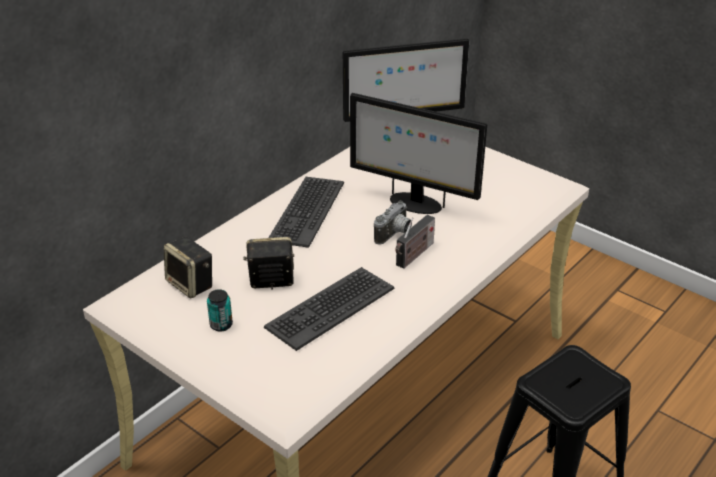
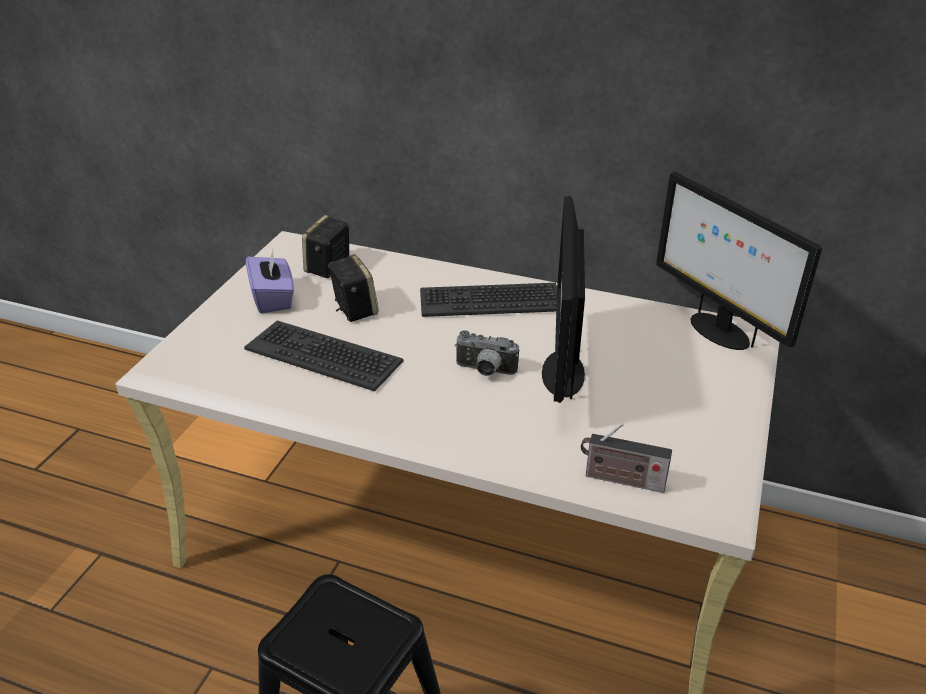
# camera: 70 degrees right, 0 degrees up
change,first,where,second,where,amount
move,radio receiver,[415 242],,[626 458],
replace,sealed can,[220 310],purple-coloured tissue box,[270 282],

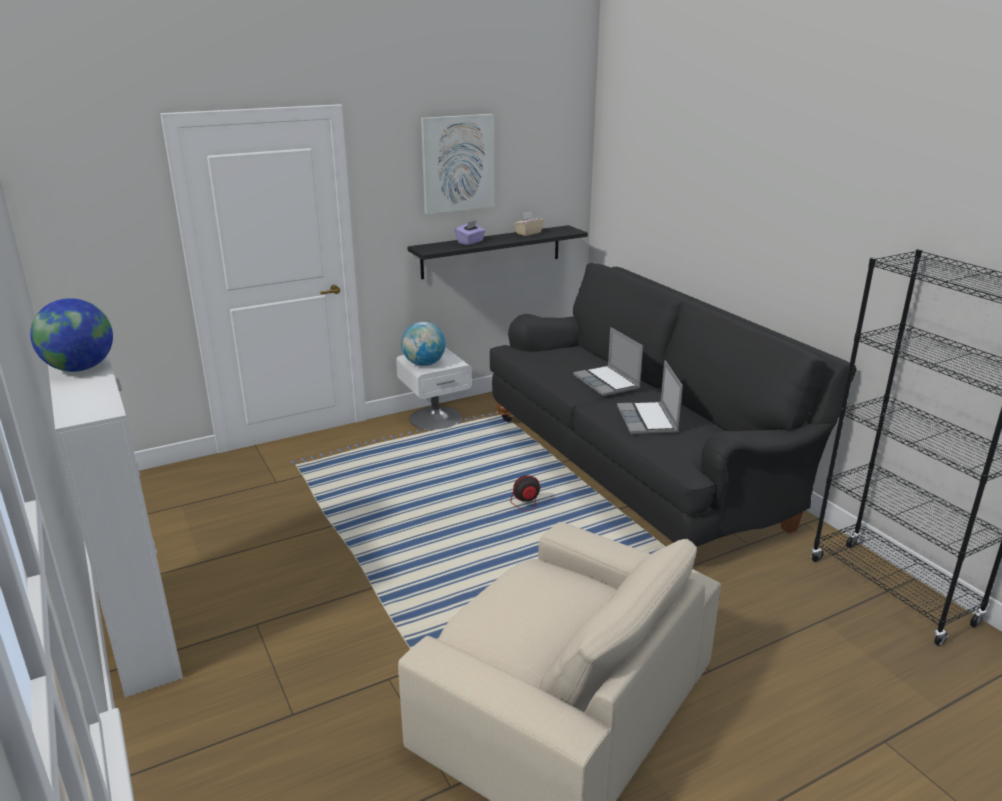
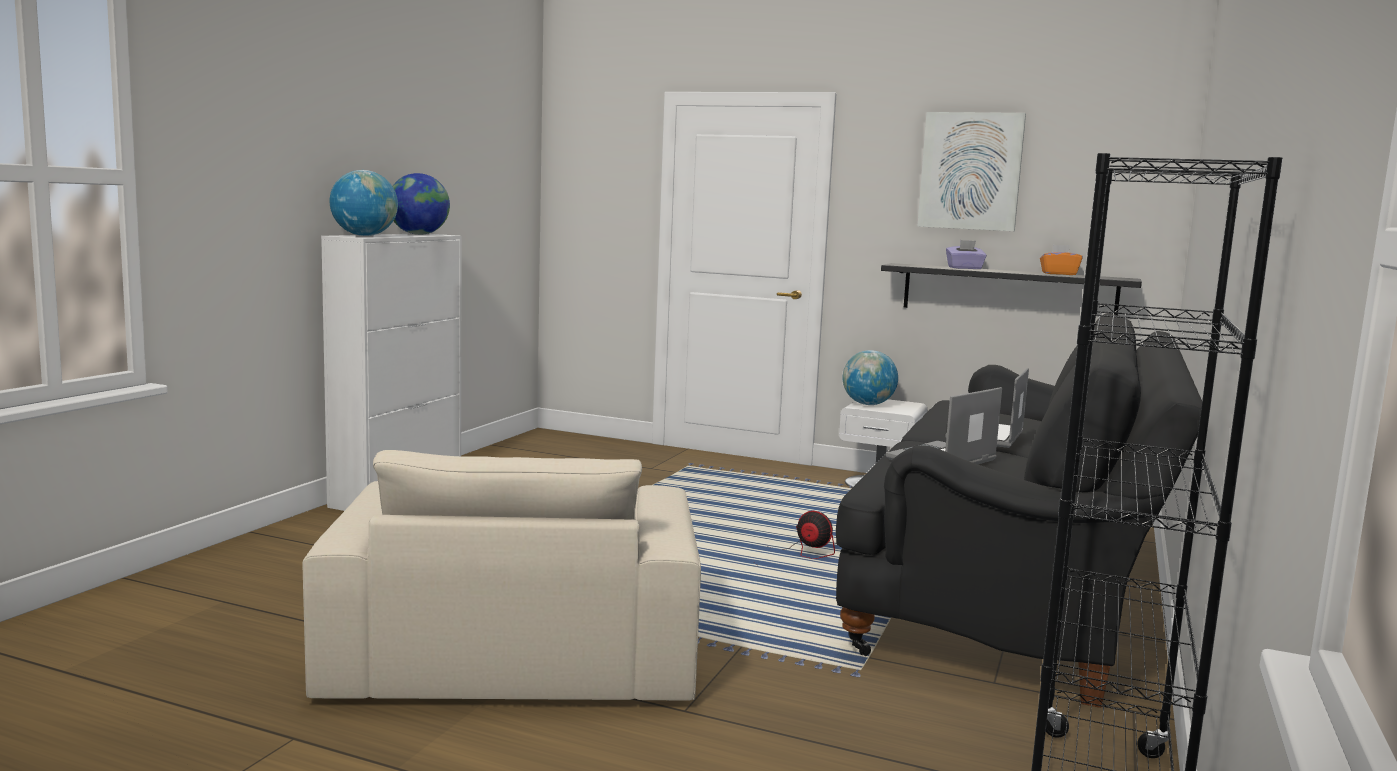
# camera: 50 degrees right, 15 degrees down
change,first,where,second,where,amount
insert,,,world globe,[363 203],
recolor,sand-coloured tissue box,[529 223],orange-coloured tissue box,[1061 260],

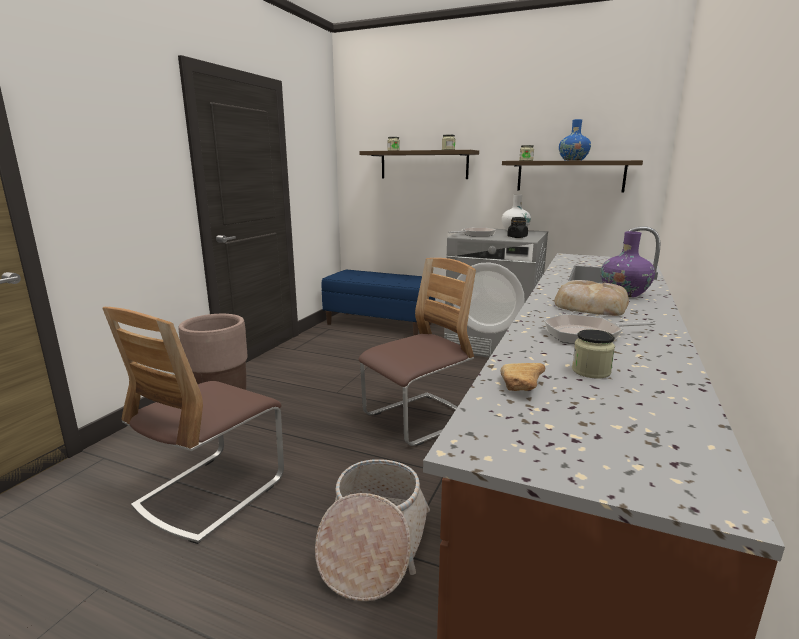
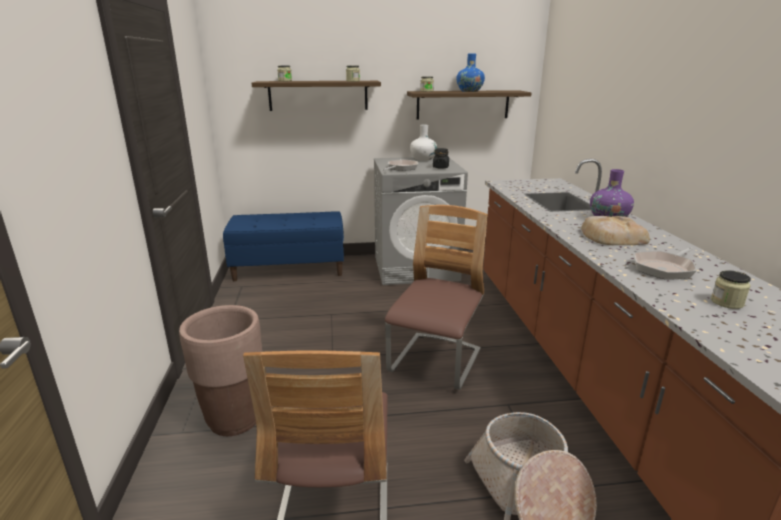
# camera: 30 degrees left, 5 degrees up
change,first,where,second,where,amount
delete,bakery bread,[523 377],,,

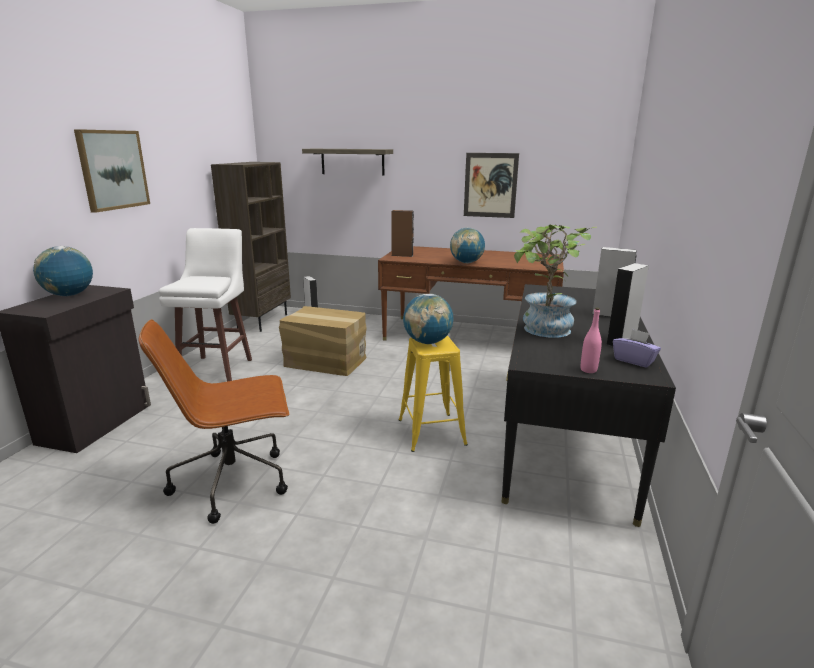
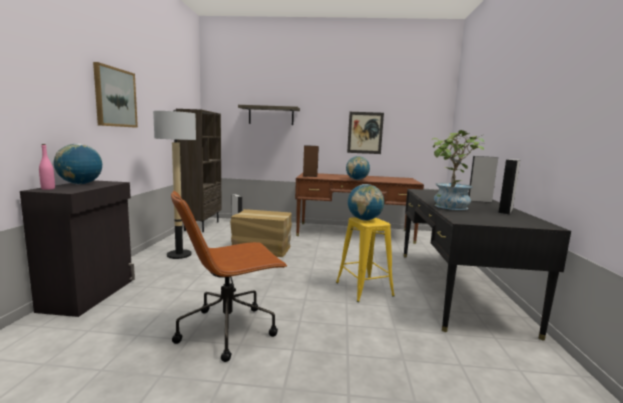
# camera: 10 degrees left, 10 degrees down
change,first,where,second,where,amount
delete,purple-coloured tissue box,[637 348],,,
move,pink beverage bottle,[591 340],,[47 167],
replace,whitish stool seat,[205 304],standard lamp,[174 184],

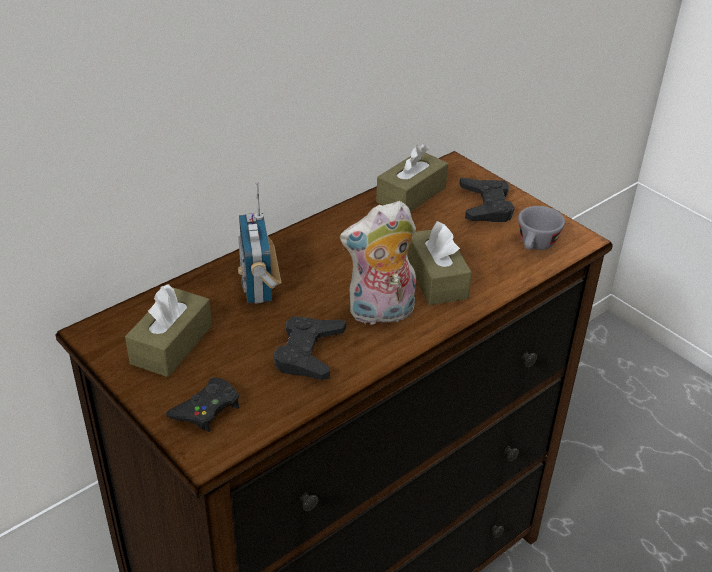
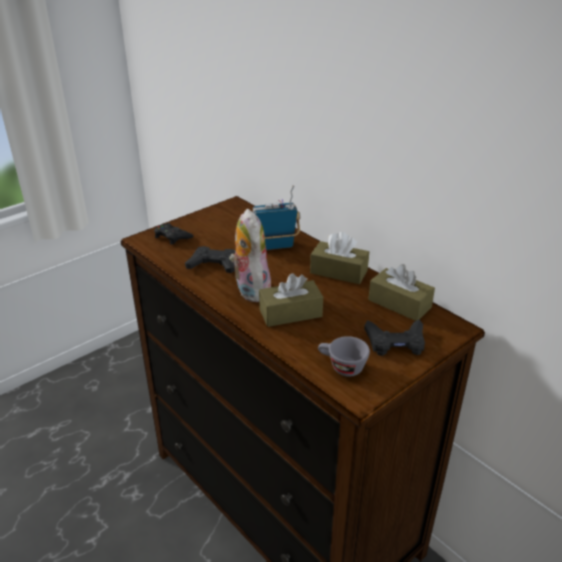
# camera: 90 degrees right, 5 degrees down
change,first,where,second,where,amount
move,brownish tissue box,[168 330],,[339 258],

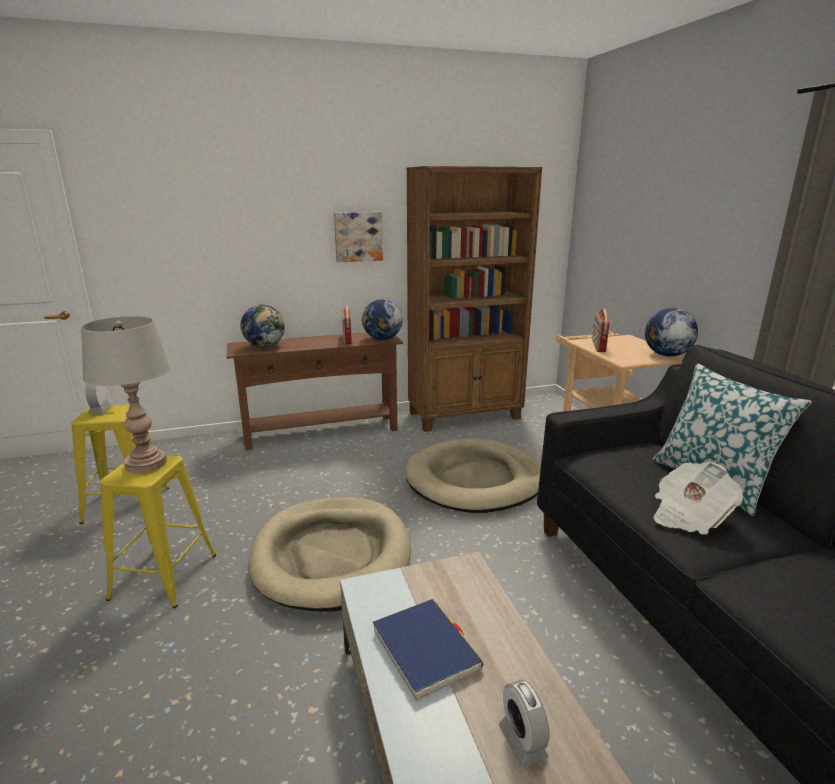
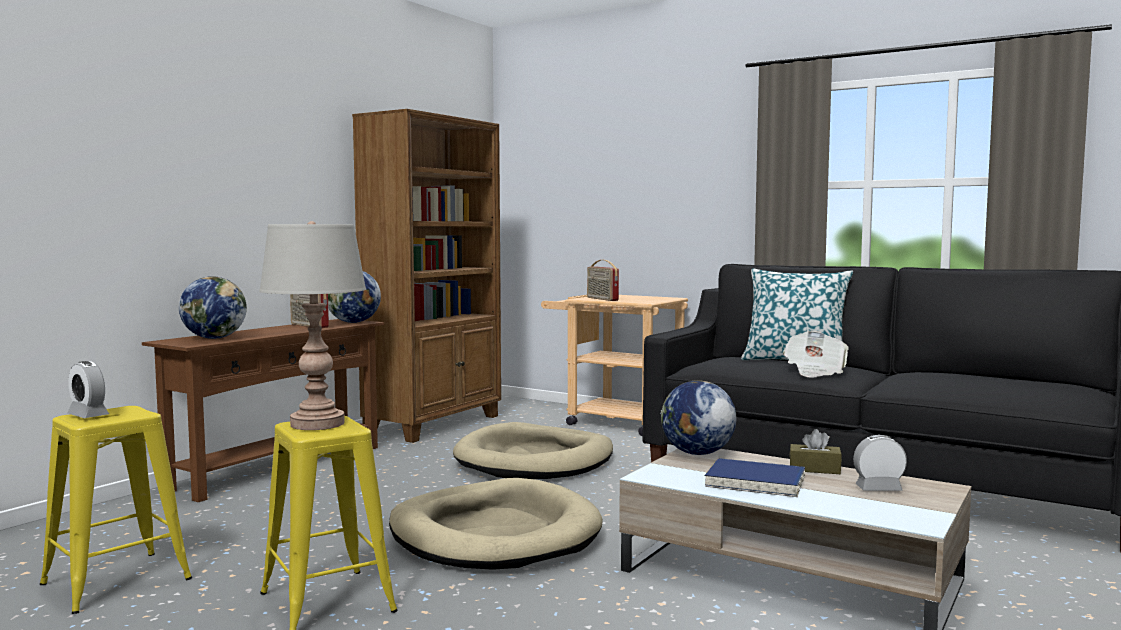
# camera: 40 degrees left, 15 degrees down
change,first,where,second,where,amount
delete,wall picture,[358 237],,,
insert,,,brownish tissue box,[815 451],
move,world globe,[671 332],,[698 417],
rotate,bedside clock,[524 723],,[880 463],150 degrees clockwise

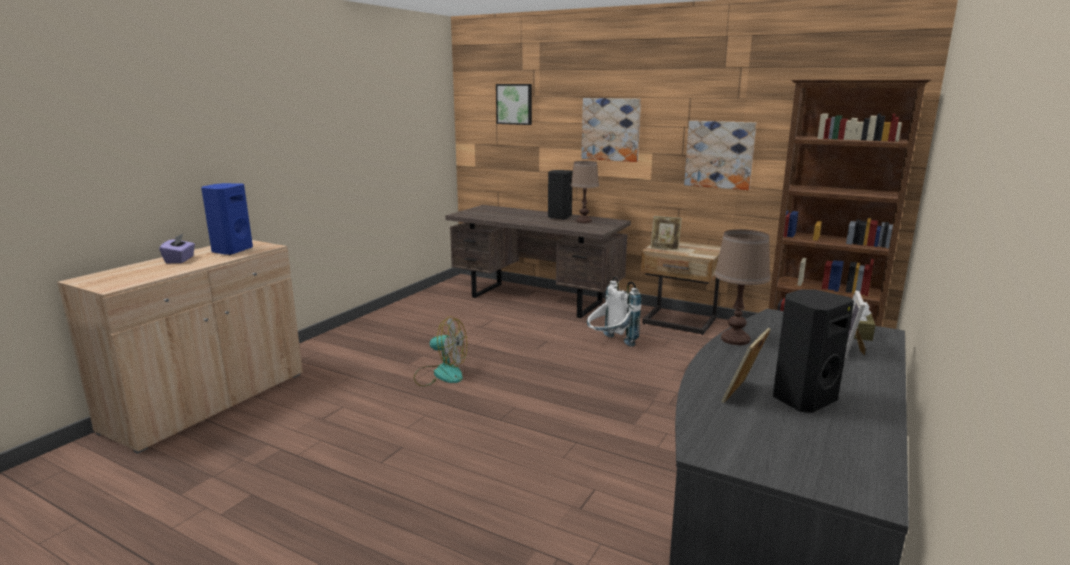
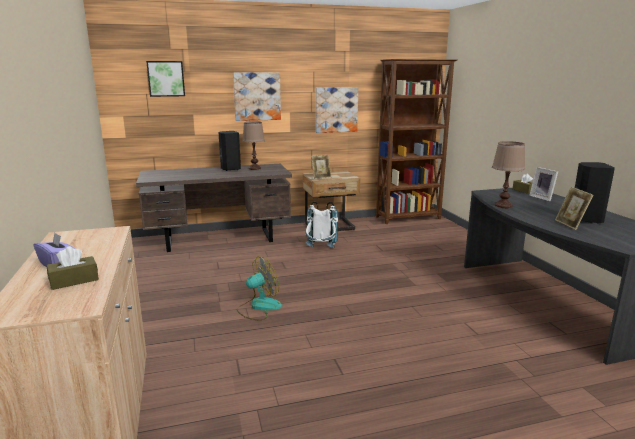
# camera: 45 degrees left, 0 degrees up
change,first,where,second,where,amount
delete,blue loudspeaker,[227 219],,,
insert,,,brownish tissue box,[72 268],

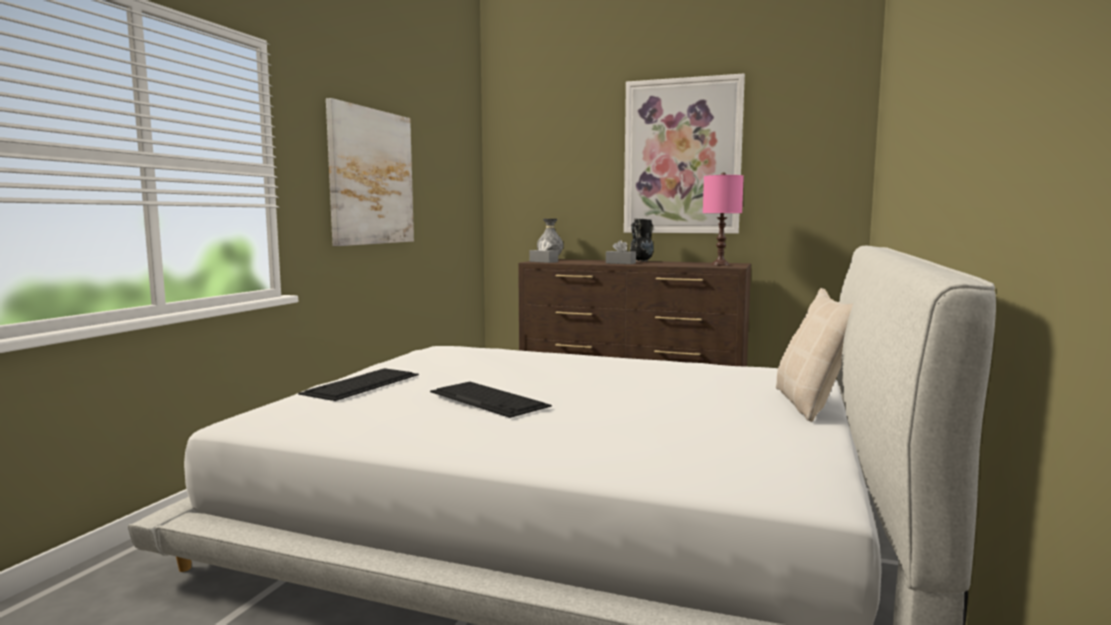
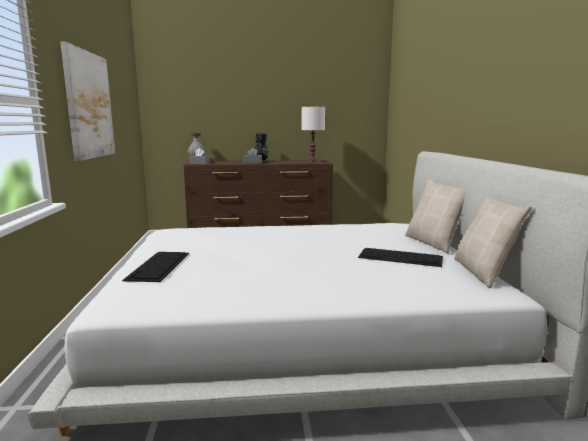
# camera: 25 degrees left, 5 degrees up
change,first,where,second,where,amount
delete,wall picture,[684 153],,,
insert,,,sand-coloured pillow,[493 242],
move,computer keyboard,[491 400],,[400 257],
recolor,pink tabletop lamp,[723 218],whitish tabletop lamp,[313 133],

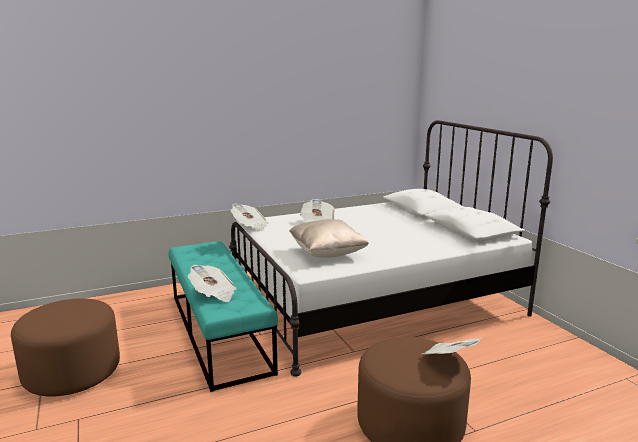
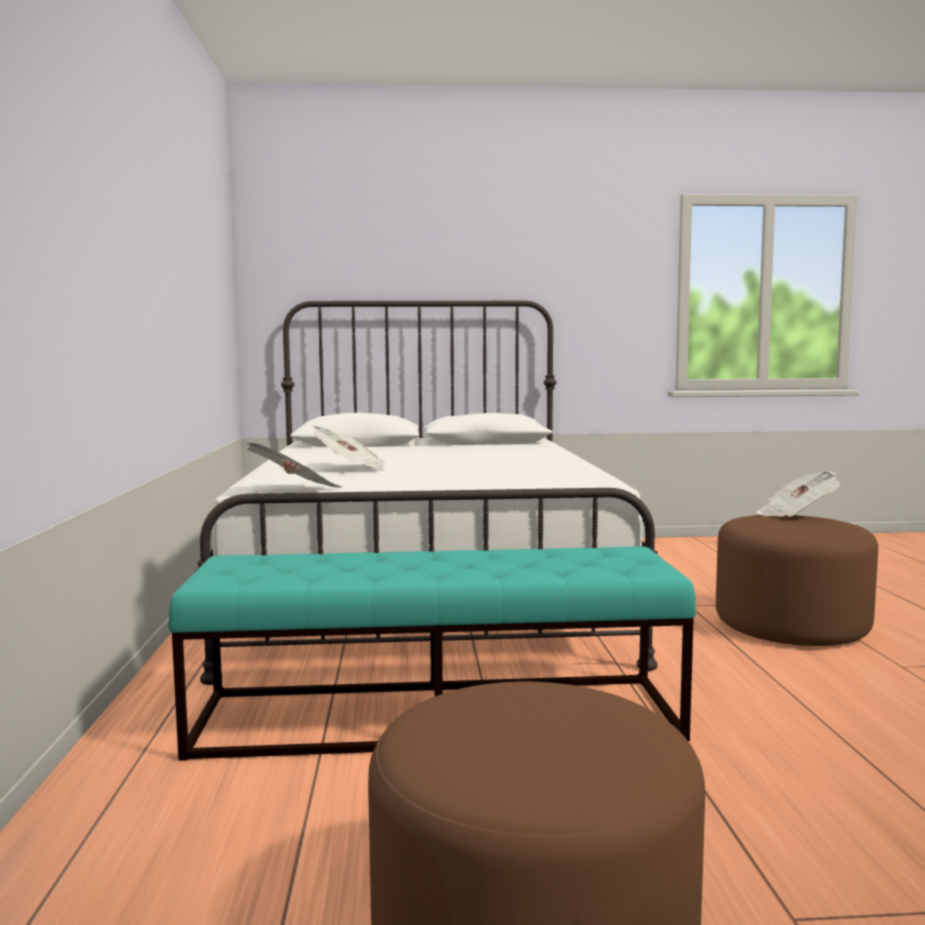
# camera: 70 degrees left, 10 degrees down
change,first,where,second,where,amount
delete,daily paper,[212 283],,,
delete,sand-coloured pillow,[329 238],,,

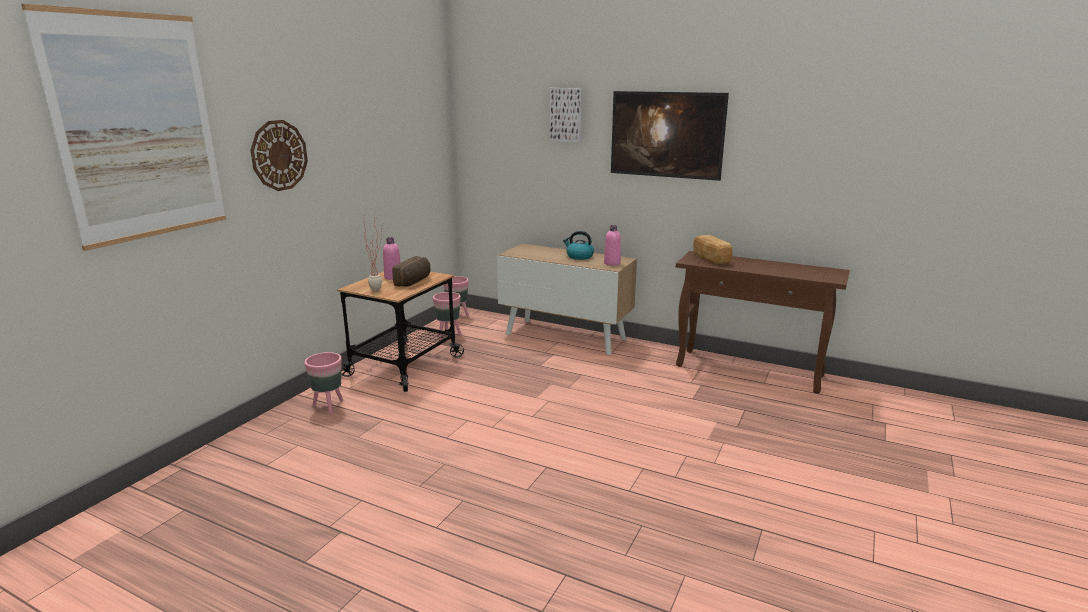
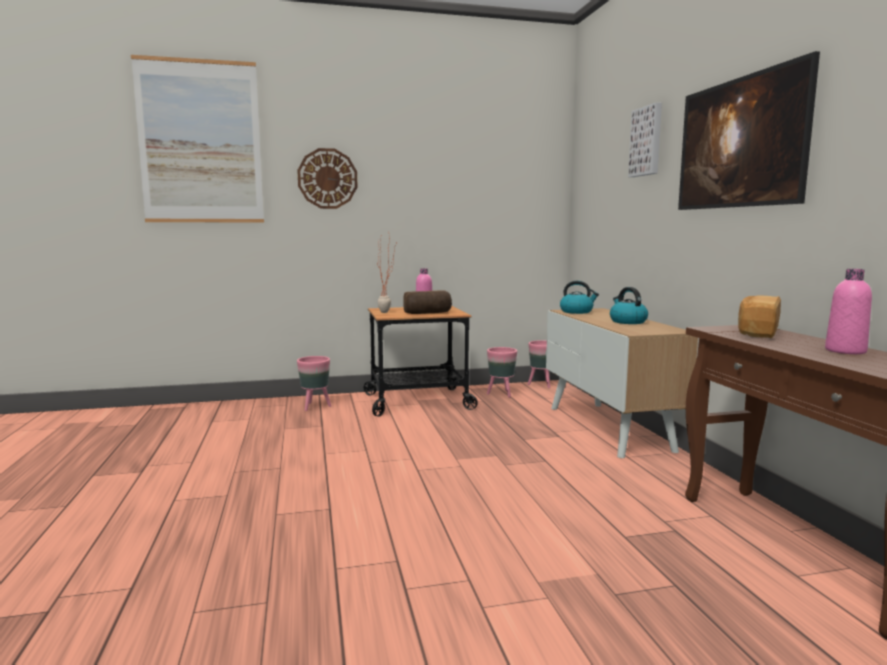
# camera: 50 degrees right, 10 degrees down
change,first,where,second,where,amount
insert,,,tea kettle,[579 297],
move,pink beverage bottle,[612 245],,[848 311],

